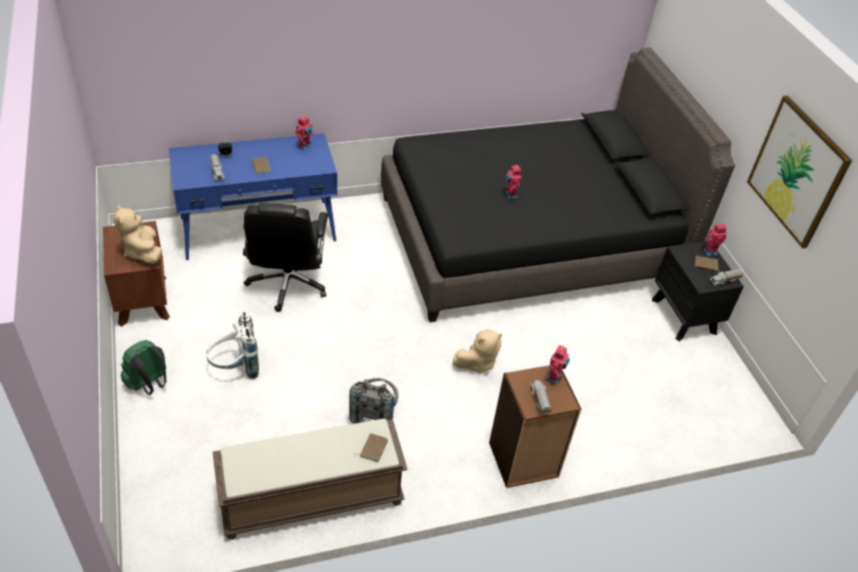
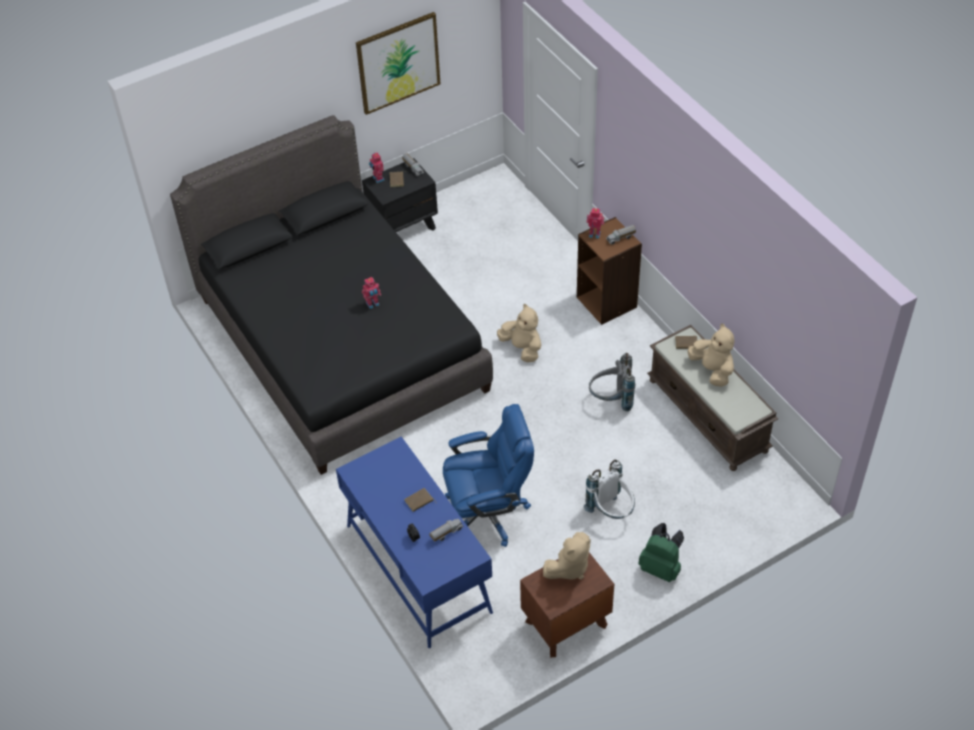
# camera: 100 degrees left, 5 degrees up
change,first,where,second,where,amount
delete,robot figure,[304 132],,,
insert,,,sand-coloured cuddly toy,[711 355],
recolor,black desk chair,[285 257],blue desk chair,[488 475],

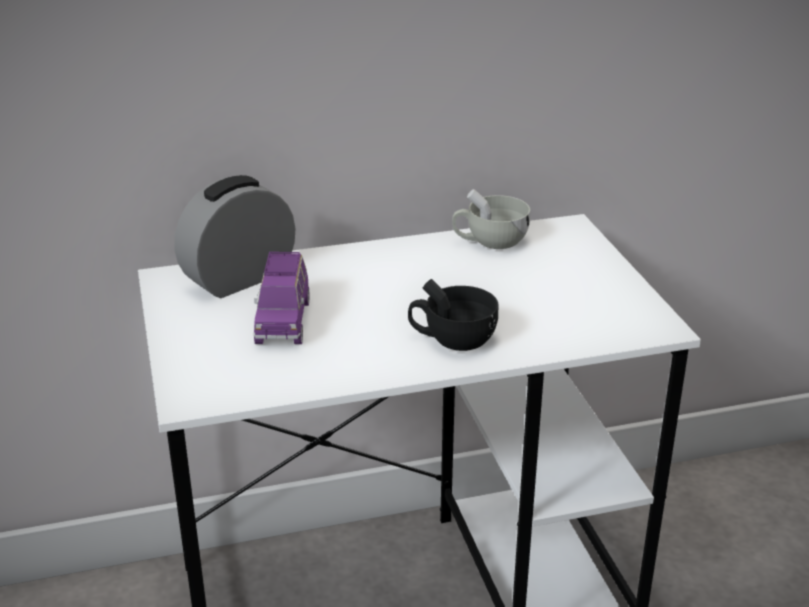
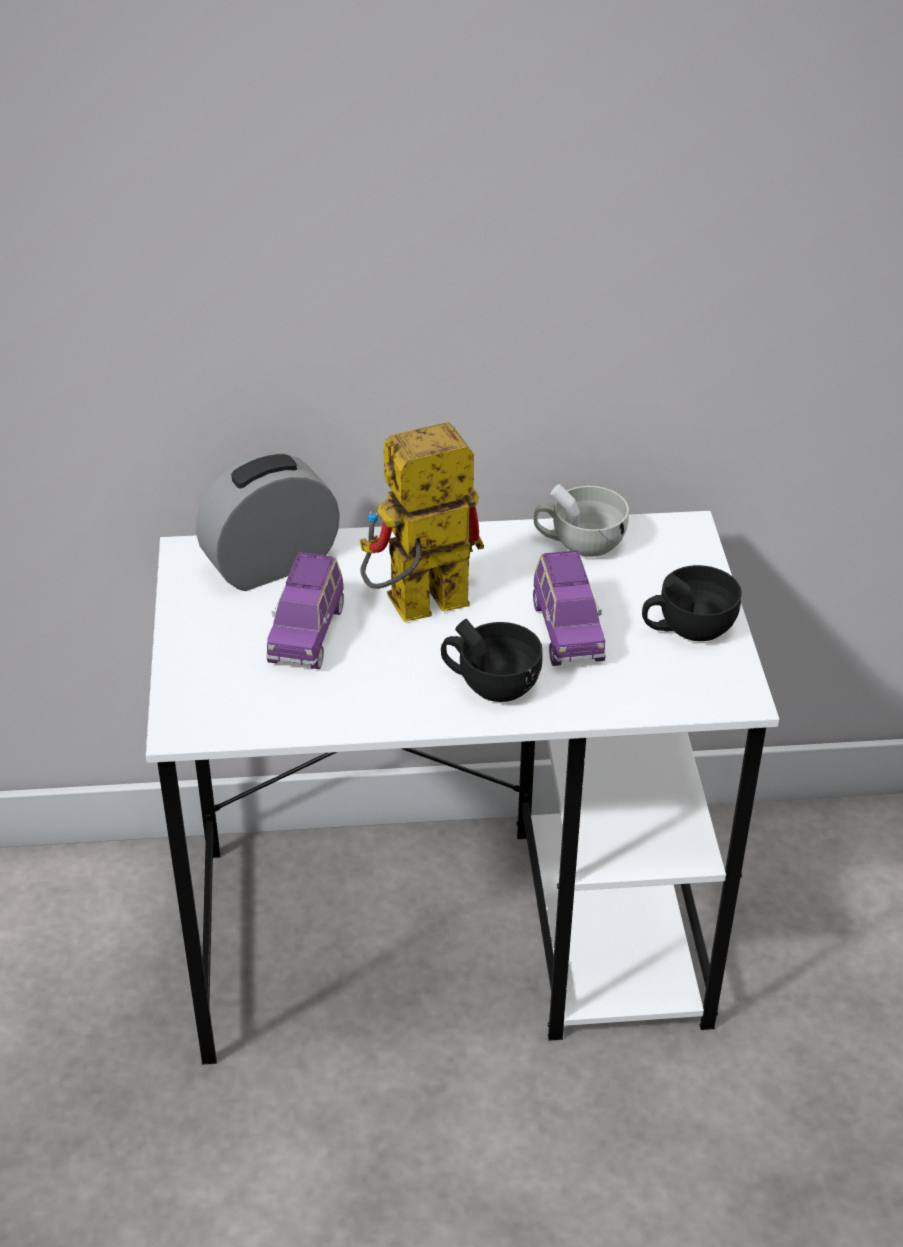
# camera: 10 degrees right, 10 degrees up
change,first,where,second,where,amount
insert,,,robot figure,[422 522],
insert,,,purple-coloured miniature car,[569 608],
insert,,,black small cup,[692 603],

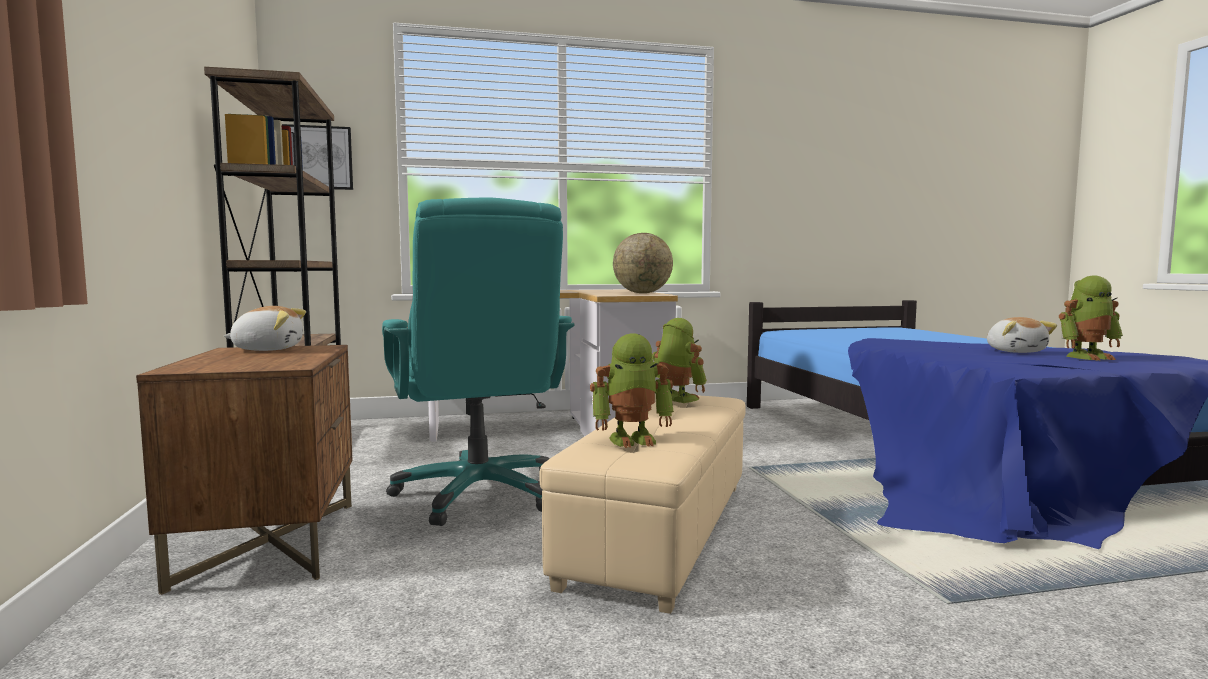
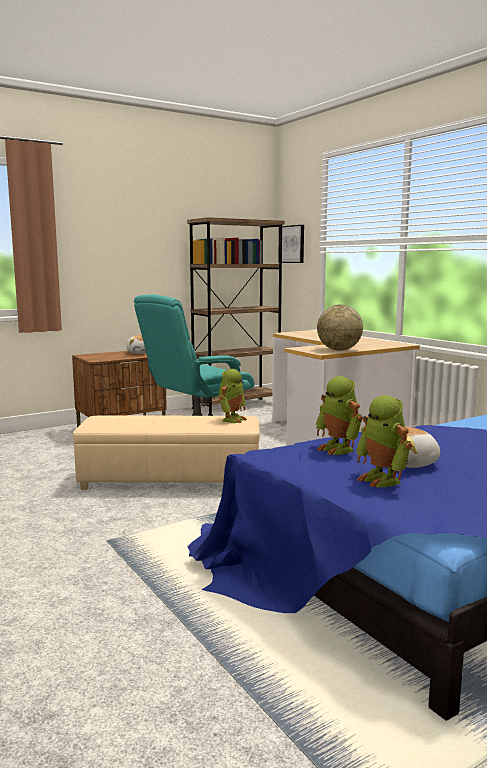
# camera: 70 degrees right, 5 degrees up
change,first,where,second,where,amount
move,robot figure,[632 390],,[339 415],

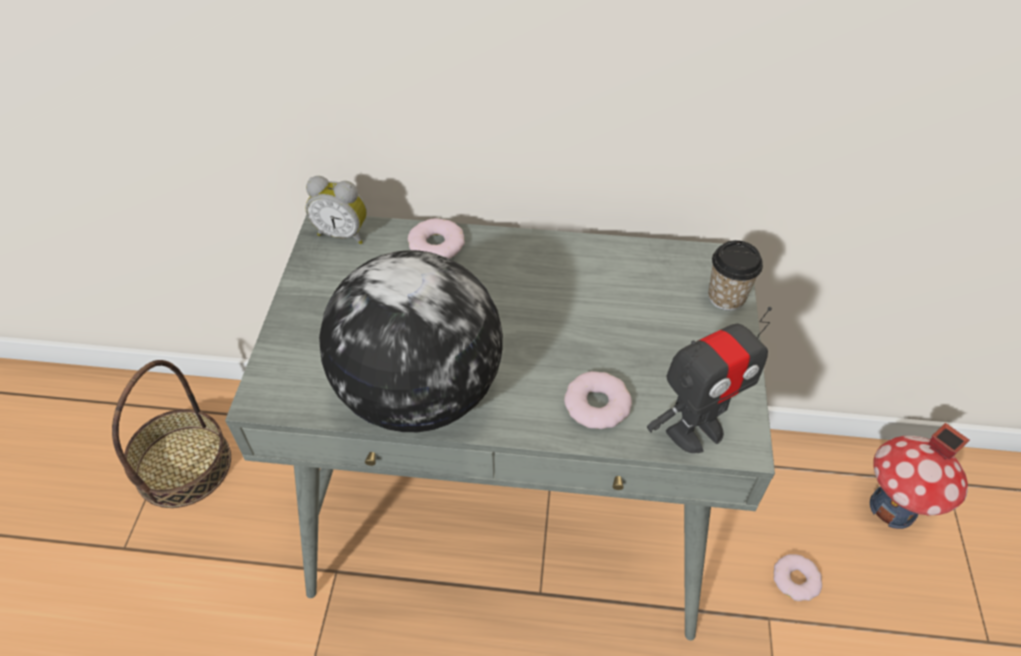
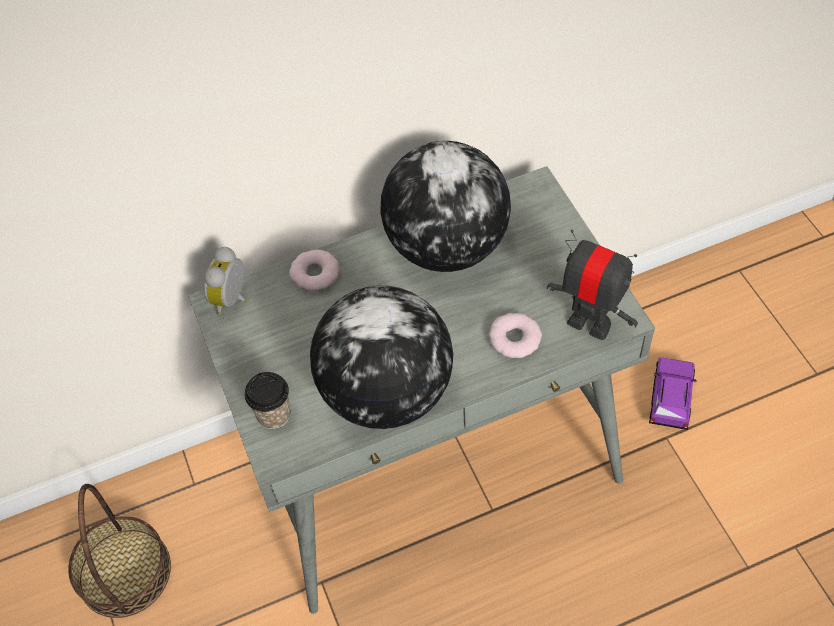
# camera: 25 degrees left, 5 degrees up
change,first,where,second,where,amount
delete,miniature house,[920 476],,,
insert,,,world globe,[445 206],
move,small cup,[735 275],,[267 400],
replace,donut,[797 577],purple-coloured miniature car,[672 393],
rotate,bedside clock,[336 210],,[225 281],120 degrees clockwise
rotate,robot figure,[709 380],,[592 285],90 degrees counterclockwise

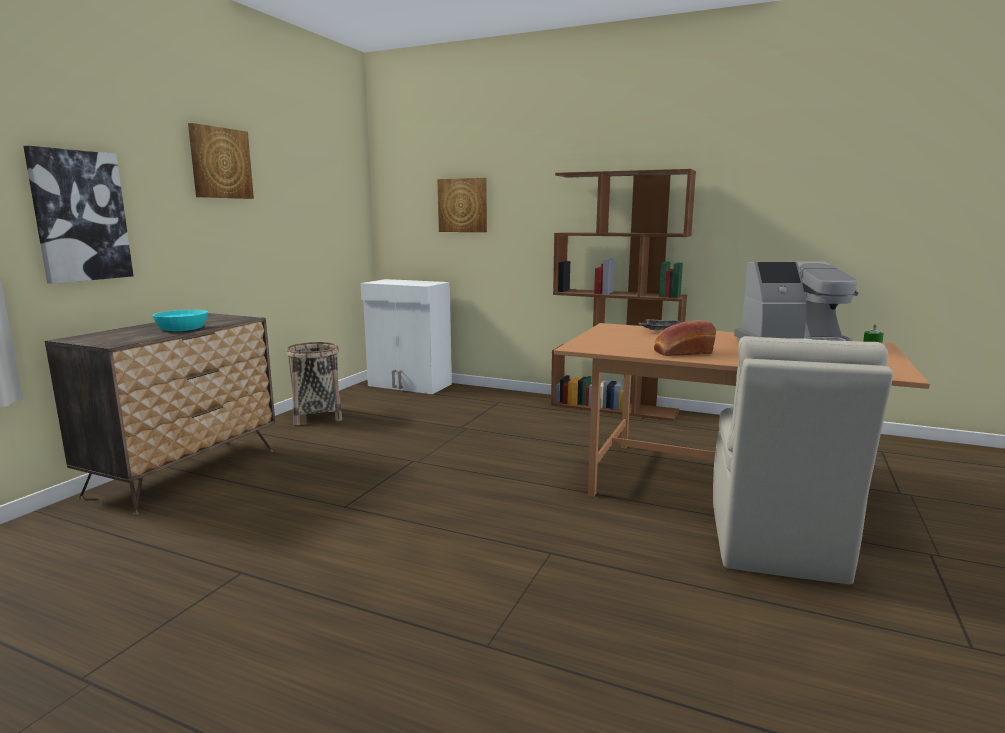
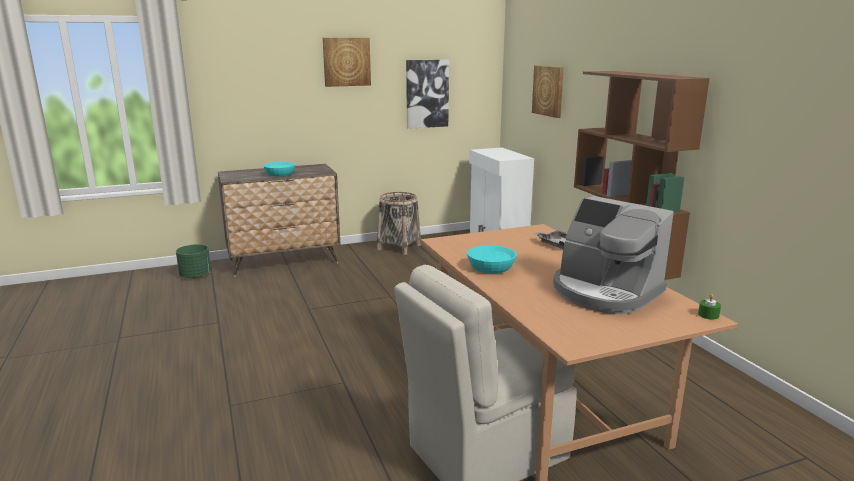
# camera: 45 degrees right, 5 degrees up
change,first,where,second,where,amount
insert,,,green flower pot,[193 261],
move,wall picture,[78 215],,[427 94],
replace,bakery bread,[685 338],turquoise-coloured bowl,[492 259],

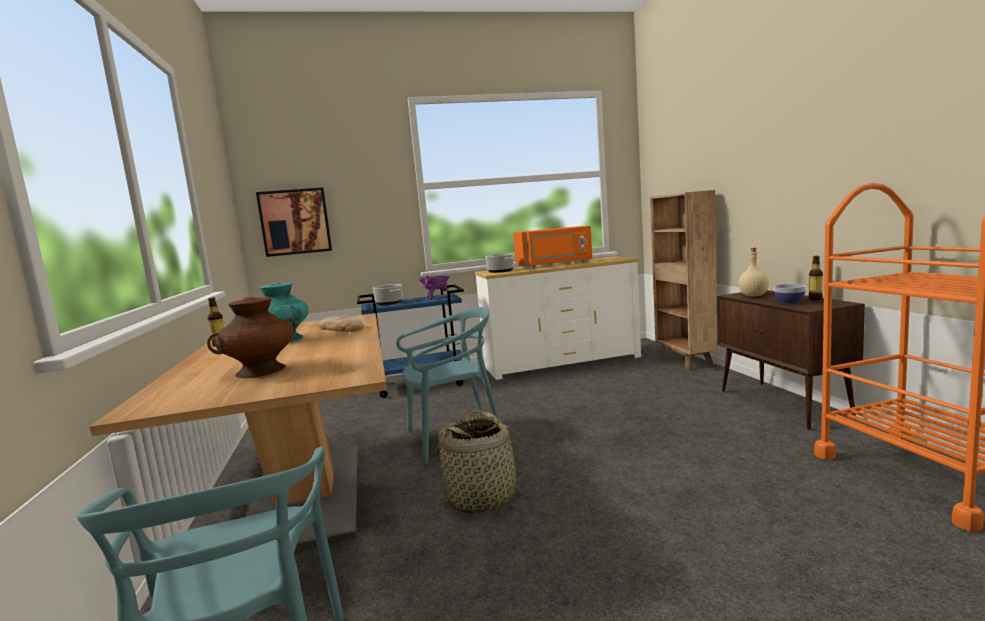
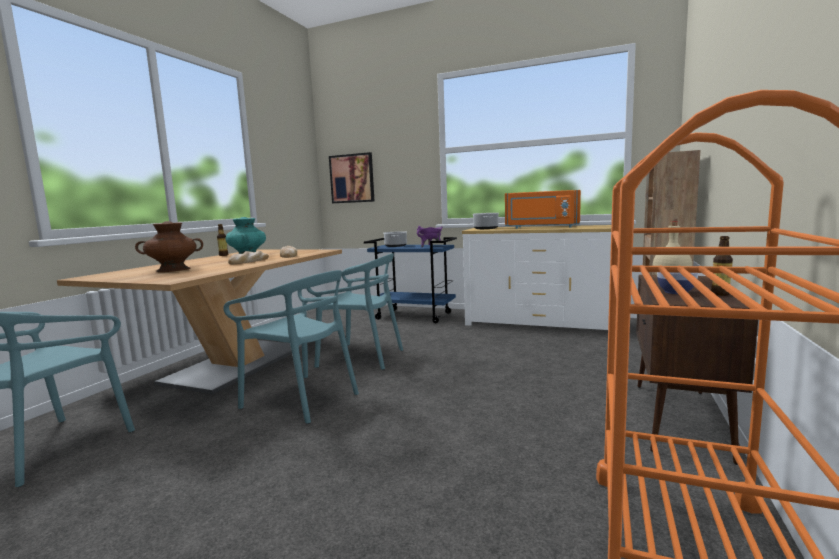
# camera: 35 degrees right, 0 degrees up
change,first,where,second,where,amount
insert,,,bakery bread,[248 257],
replace,household basket,[481 461],turquoise-coloured chair,[291 347],

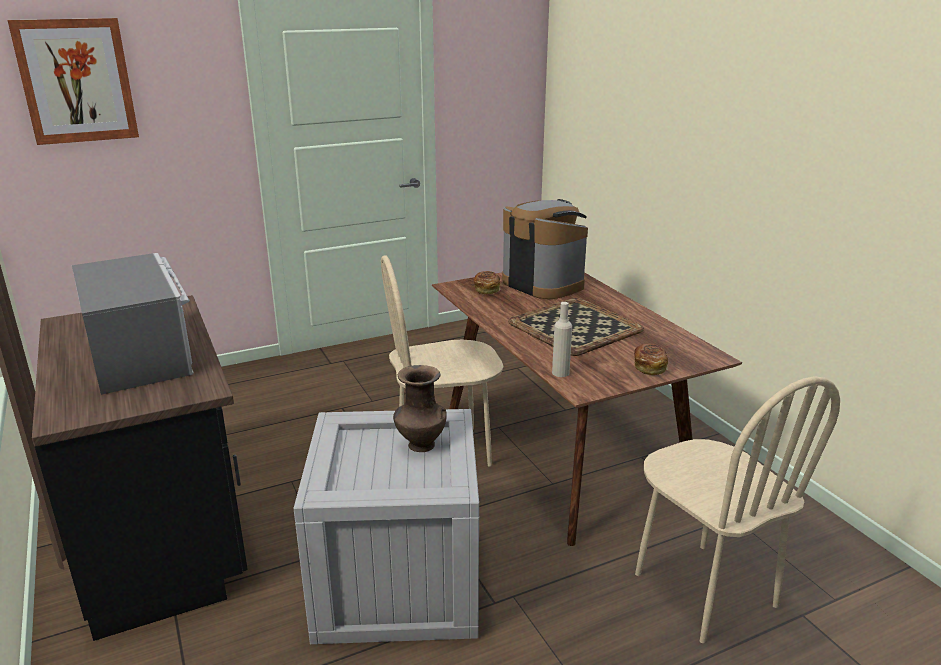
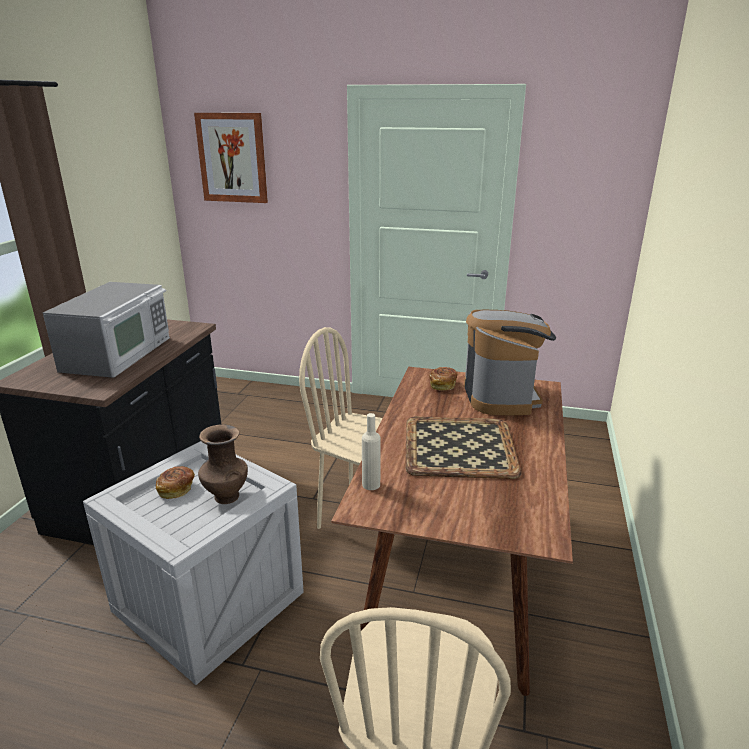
# camera: 40 degrees right, 0 degrees up
change,first,where,second,where,amount
move,bakery bread,[651 359],,[175 482],

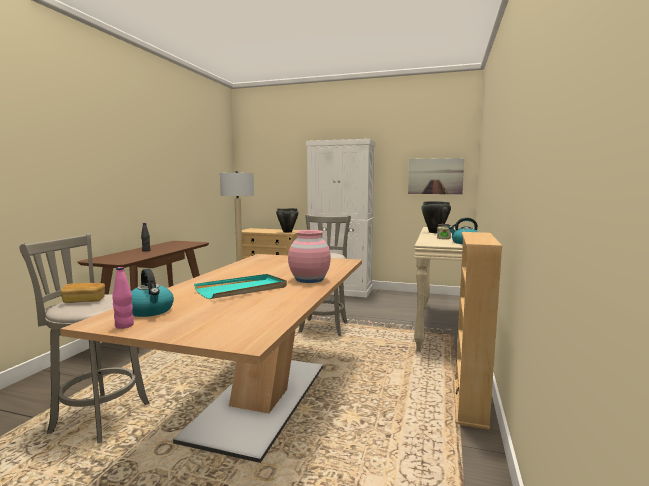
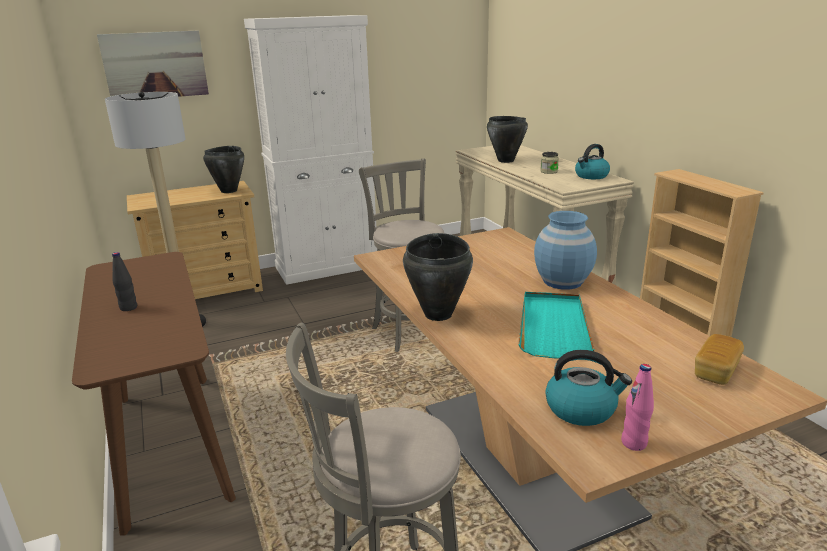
# camera: 40 degrees left, 15 degrees up
change,first,where,second,where,amount
insert,,,black stockpot,[438 277],
move,bakery bread,[82 293],,[719 359],
move,wall picture,[436 176],,[153 63],
recolor,pink vase,[309 256],blue vase,[565 250],

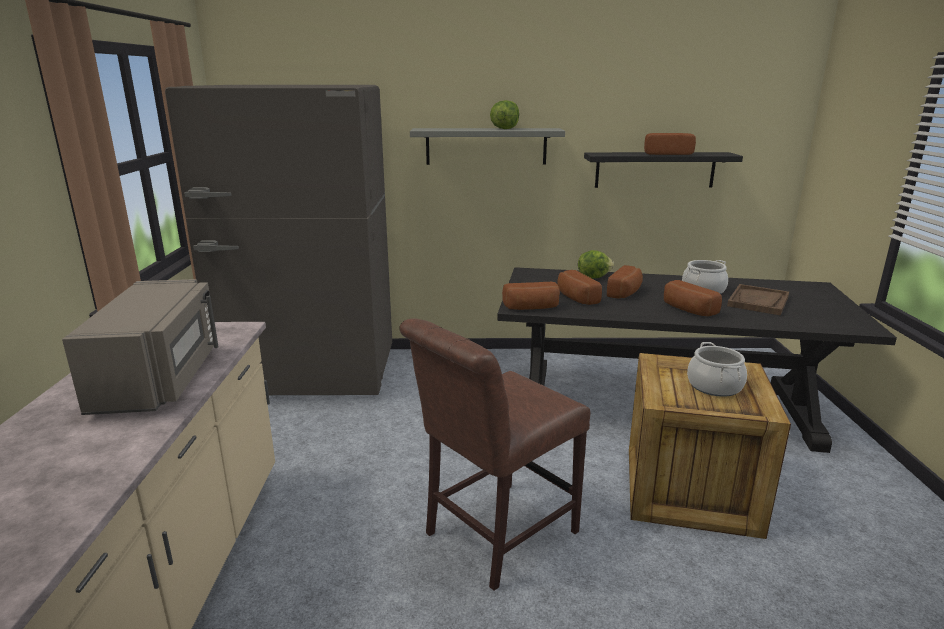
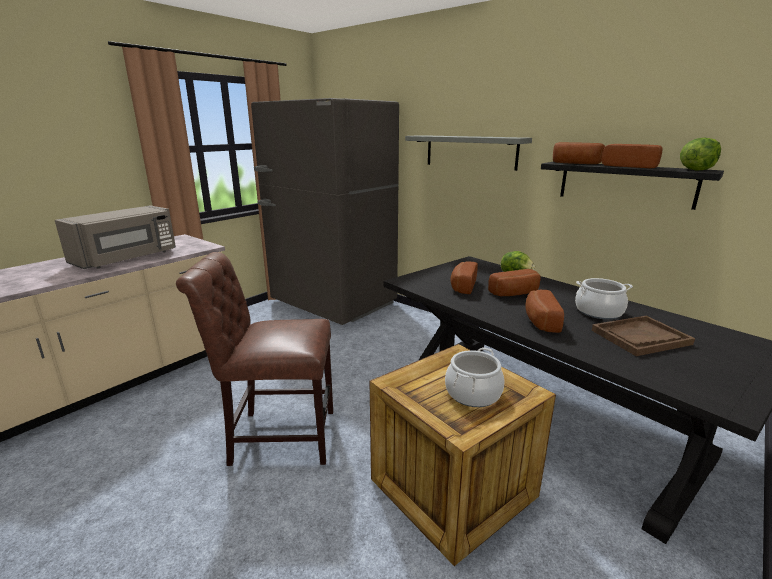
# camera: 40 degrees right, 0 degrees up
change,first,where,second,where,amount
move,lettuce,[504 114],,[700 154],
move,bakery bread,[531 296],,[579 153],

